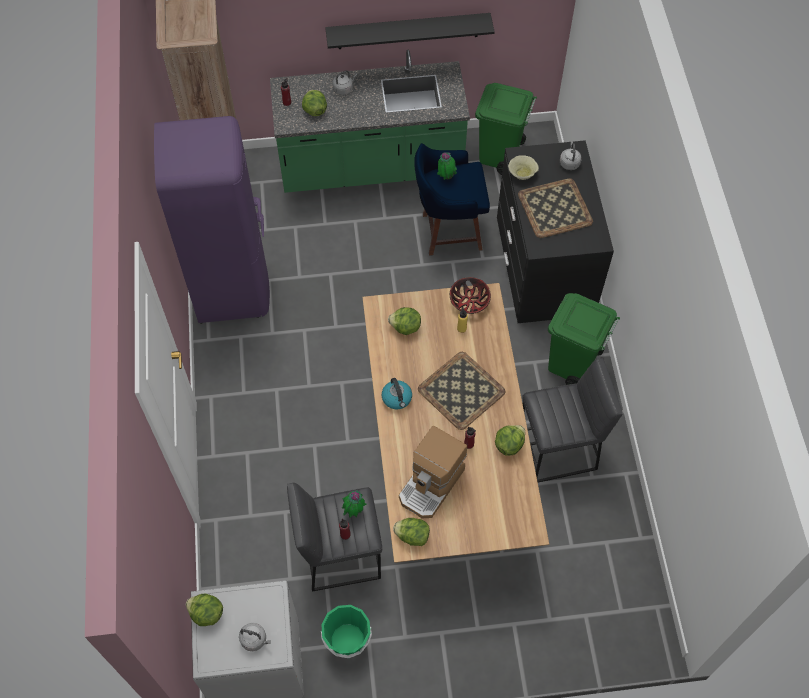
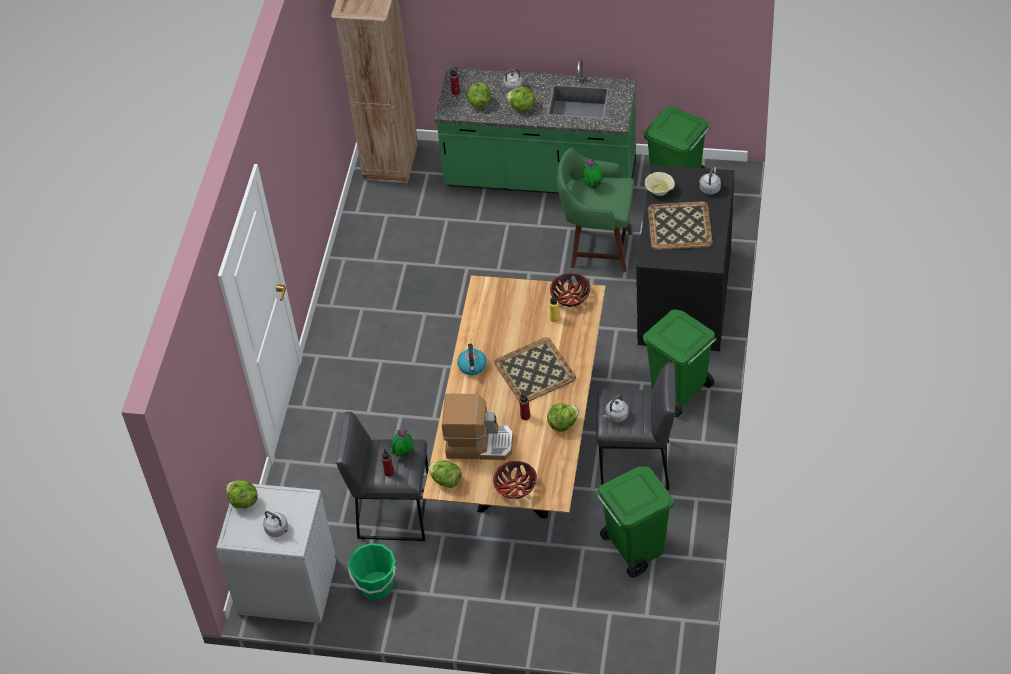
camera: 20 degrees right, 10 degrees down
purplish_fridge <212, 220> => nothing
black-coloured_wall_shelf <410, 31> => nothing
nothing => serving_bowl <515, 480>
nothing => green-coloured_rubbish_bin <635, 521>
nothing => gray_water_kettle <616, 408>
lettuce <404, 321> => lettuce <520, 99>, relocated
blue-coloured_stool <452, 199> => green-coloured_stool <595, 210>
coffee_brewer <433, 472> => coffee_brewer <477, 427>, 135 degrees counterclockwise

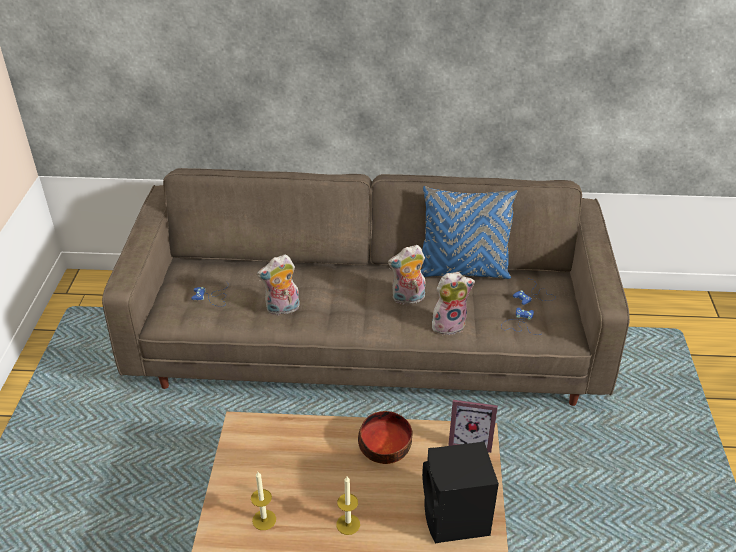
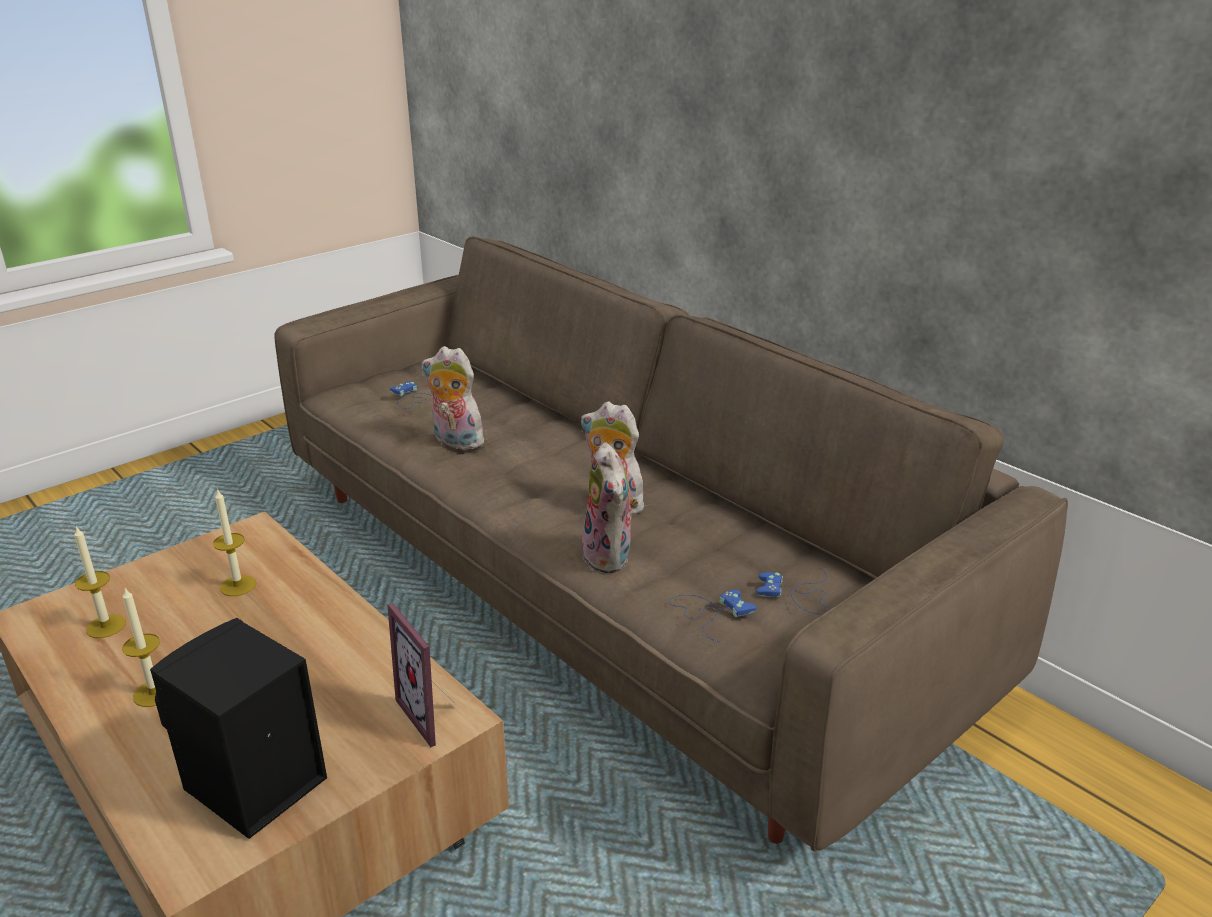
camera: 45 degrees right, 10 degrees down
serving_bowl <385, 437> => nothing
blue-coloured_cushion <469, 232> => nothing
nothing => wax_light <234, 542>
cuddly_toy <453, 304> => cuddly_toy <610, 507>, 45 degrees clockwise

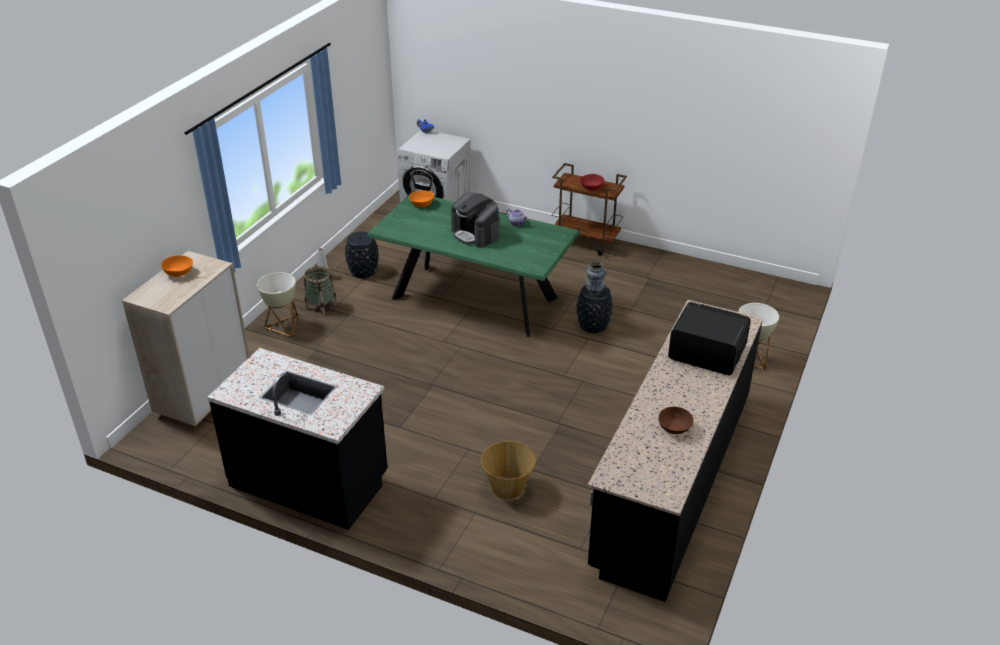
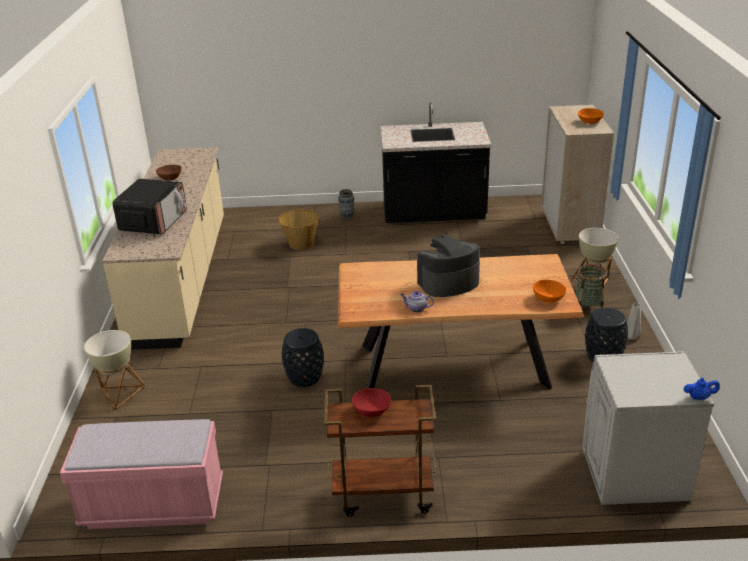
camera: 155 degrees right, 5 degrees down
nothing => pinkish_long_seat <141, 474>
decorative_vase <596, 278> => decorative_vase <346, 203>, relocated
green-coloured_dinner_table <473, 264> => brown-coloured_dinner_table <461, 322>
black-coloured_counter <675, 451> => sand-coloured_counter <163, 248>
coffee_brewer <475, 220> => coffee_brewer <448, 266>, 45 degrees counterclockwise
microwave <709, 338> => microwave <149, 206>, 75 degrees counterclockwise

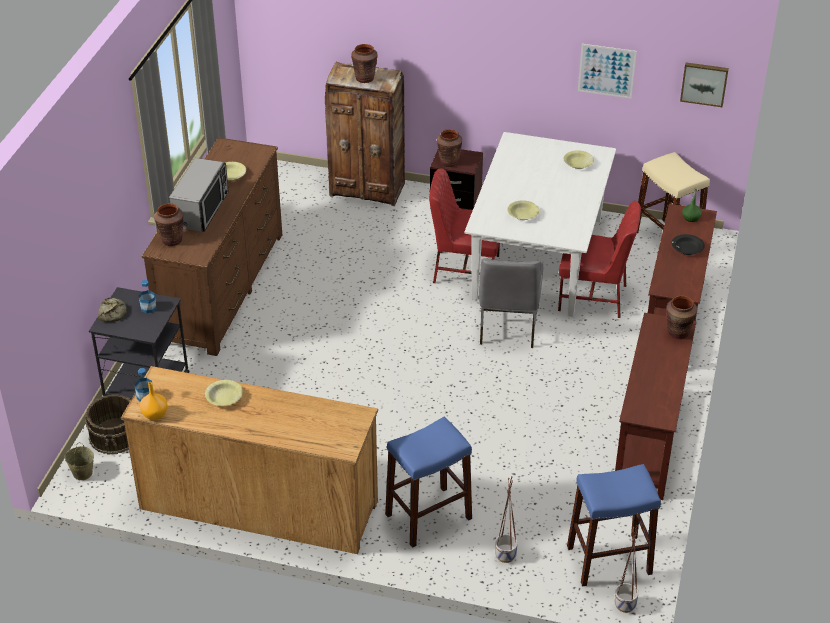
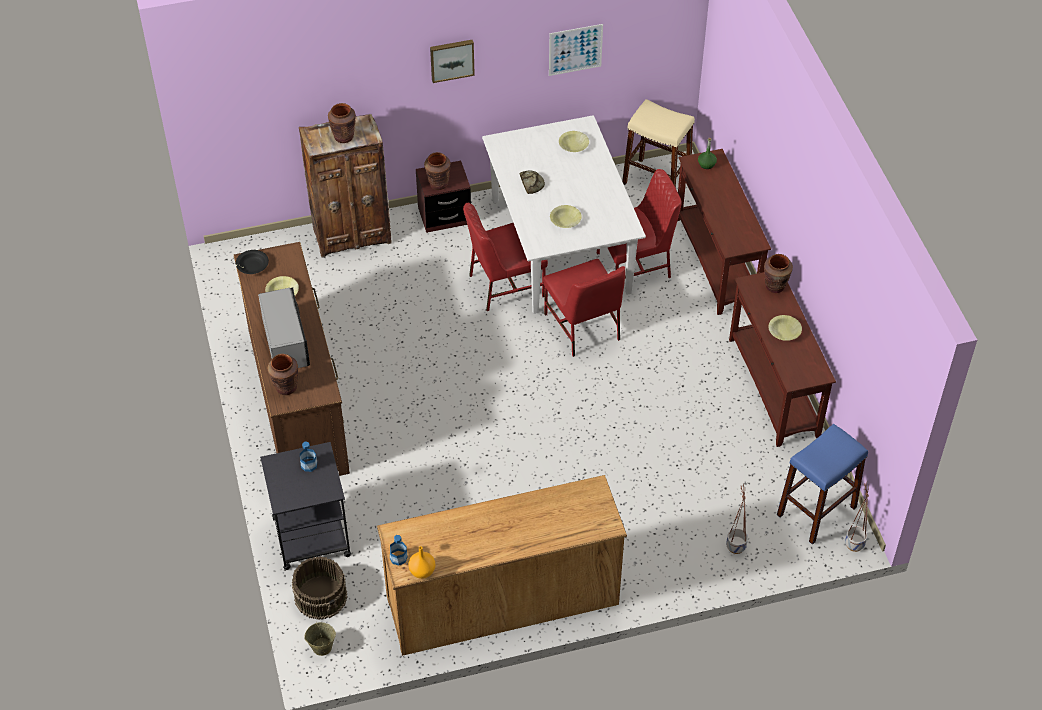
camera: 30 degrees left, 10 degrees up
blue-coloured_stool <428, 482> => nothing
bakery_bread <112, 310> => bakery_bread <532, 182>, relocated
yellow_serving_bowl <224, 393> => yellow_serving_bowl <785, 328>, relocated
black-coloured_serving_bowl <688, 244> => black-coloured_serving_bowl <252, 262>, relocated
wall_art <704, 84> => wall_art <452, 61>, relocated
gray_chair <511, 303> => reddish_chair <584, 308>

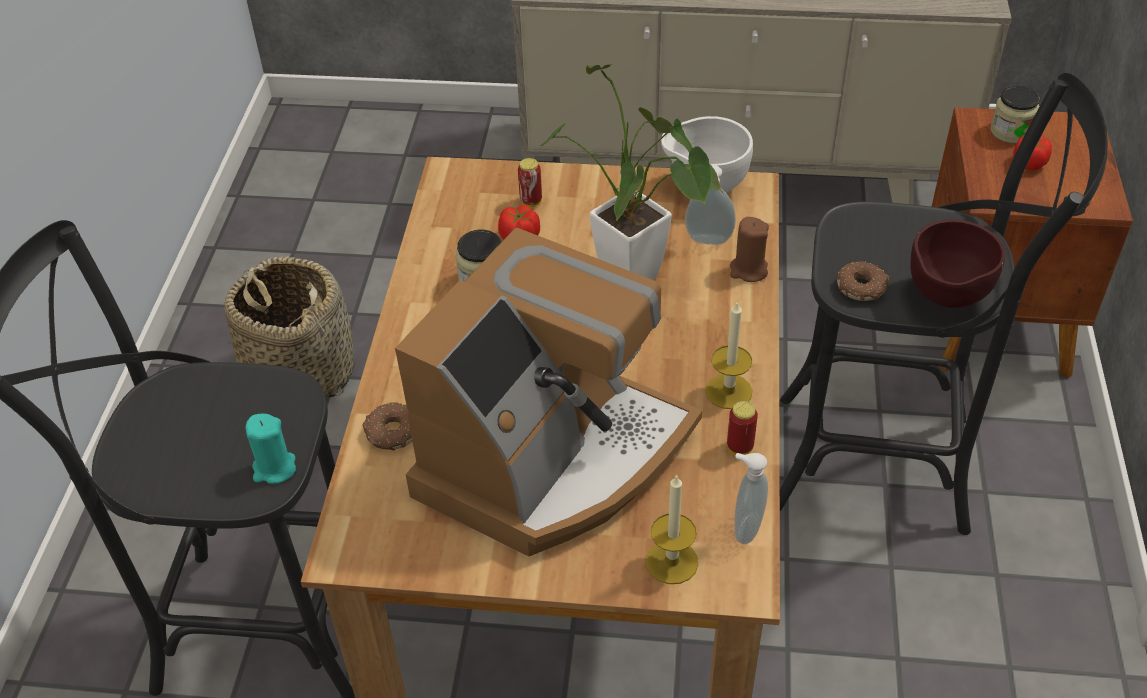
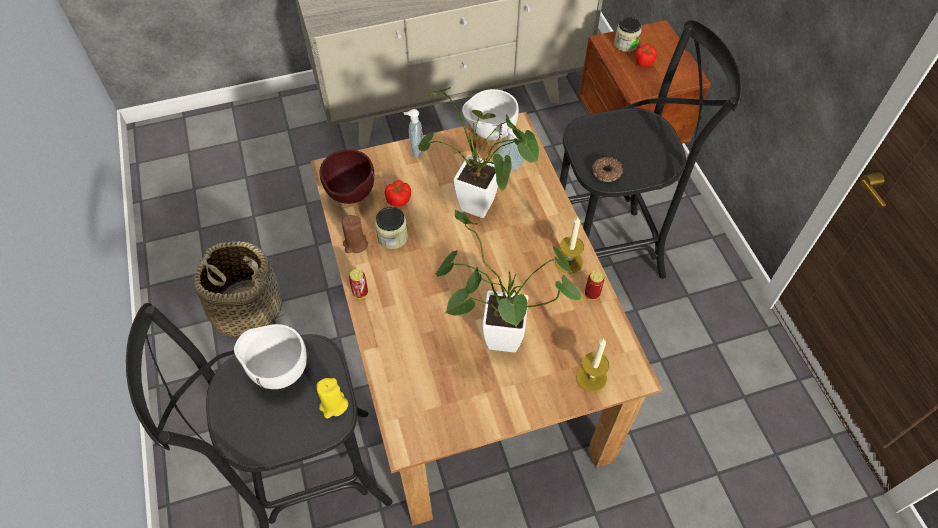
camera: 25 degrees left, 10 degrees up
doughnut <387, 426> => nothing
nothing => white-coloured_serving_bowl <270, 356>
can <530, 182> => can <358, 284>, relocated
brown-coloured_wax_light <749, 249> => brown-coloured_wax_light <355, 234>, relocated
soap_dispenser <751, 498> => soap_dispenser <413, 133>, relocated
brown-coloured_serving_bowl <957, 263> => brown-coloured_serving_bowl <347, 176>, relocated
coffee_brewer <548, 392> => plant_in_a_pot <508, 281>
blue-green_wax_light <271, 448> => yellow_wax_light <332, 398>

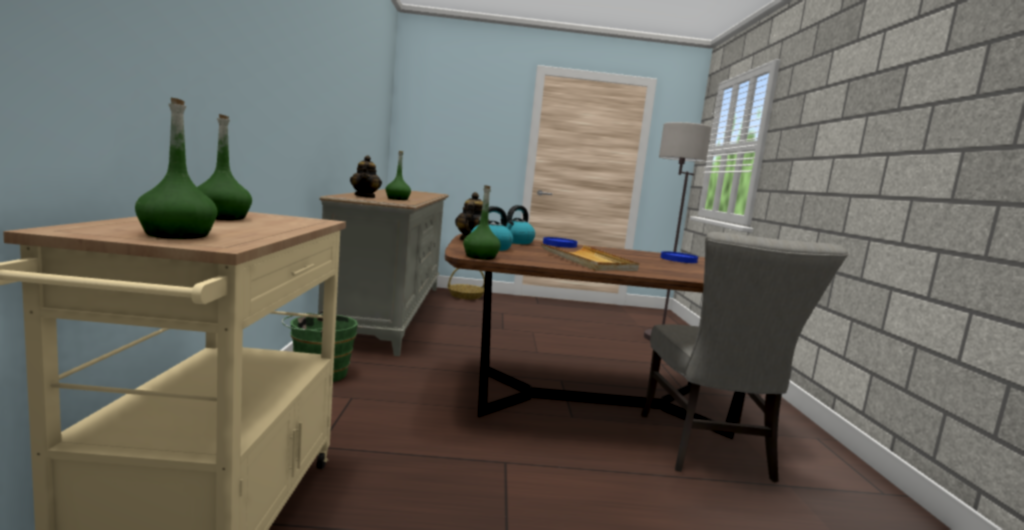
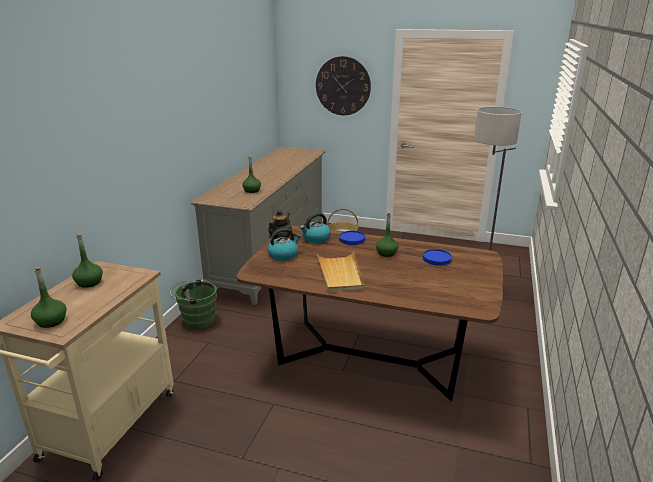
camera: 20 degrees right, 15 degrees up
tea_pot <366, 176> => nothing
gray_chair <744, 357> => nothing
nothing => clock_on_the_wall <343, 85>
green-coloured_beverage_bottle <482, 222> => green-coloured_beverage_bottle <387, 235>, relocated

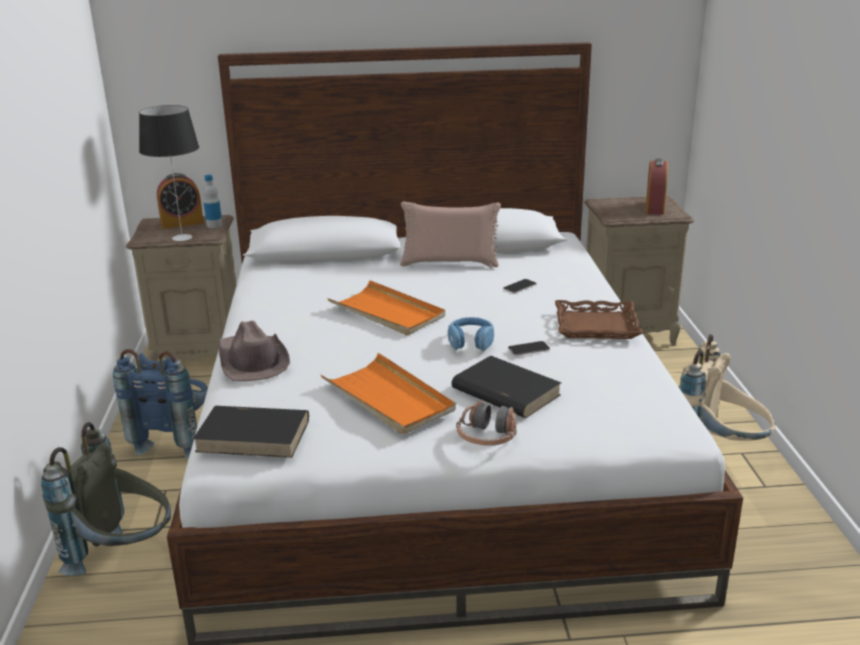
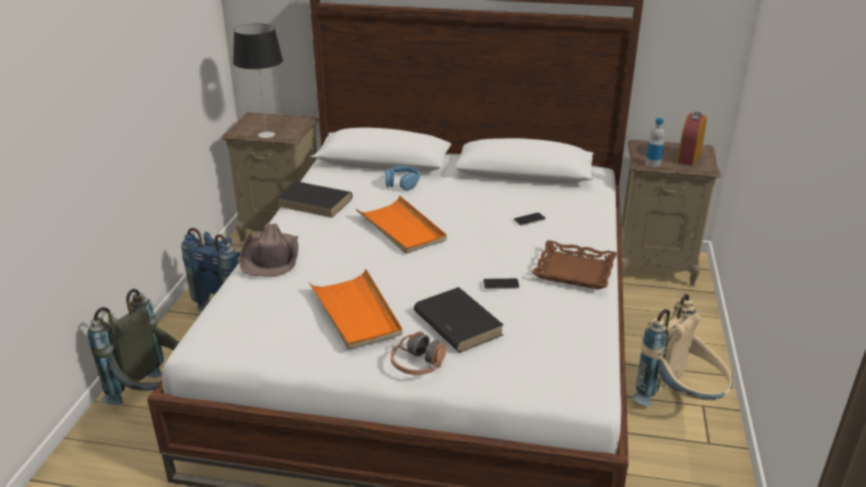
camera: 15 degrees right, 5 degrees up
table_clock <180, 201> => nothing
sand-coloured_cushion <450, 234> => nothing
black-coloured_volume <251, 432> => black-coloured_volume <314, 200>, relocated
beverage_bottle <212, 201> => beverage_bottle <654, 142>, relocated
blue-coloured_pair_of_headphones <471, 334> => blue-coloured_pair_of_headphones <403, 178>, relocated

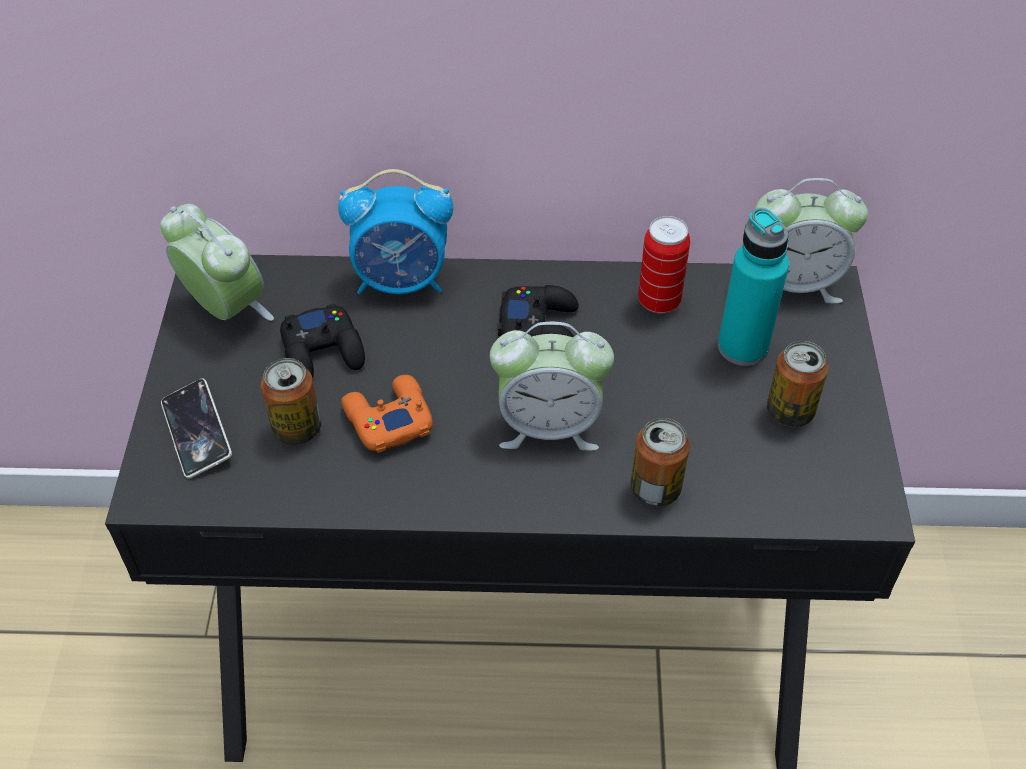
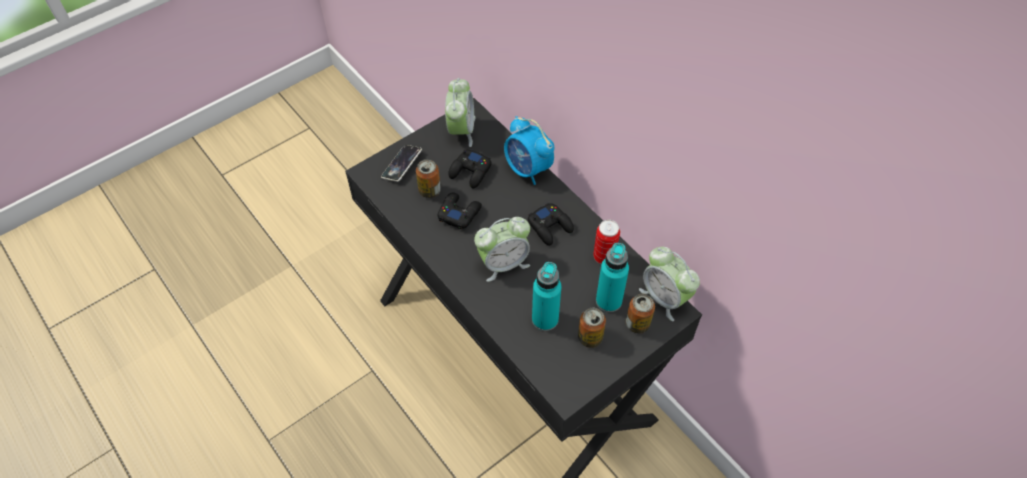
camera: 50 degrees right, 5 degrees up
nothing => blue-green_beverage_bottle <546, 296>
can <660, 462> => can <640, 314>, relocated
orangey_game_controller <387, 414> => black-coloured_game_controller <460, 211>
table_clock <552, 386> => table_clock <502, 249>, 75 degrees counterclockwise

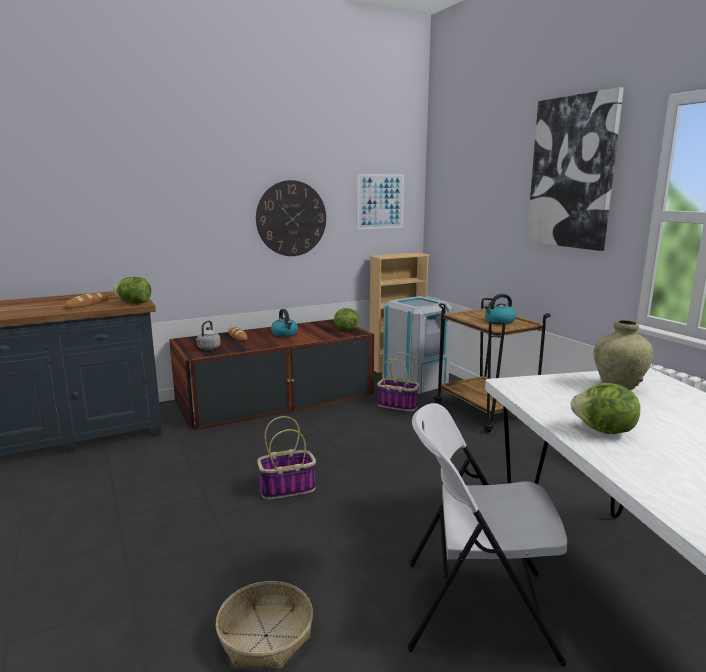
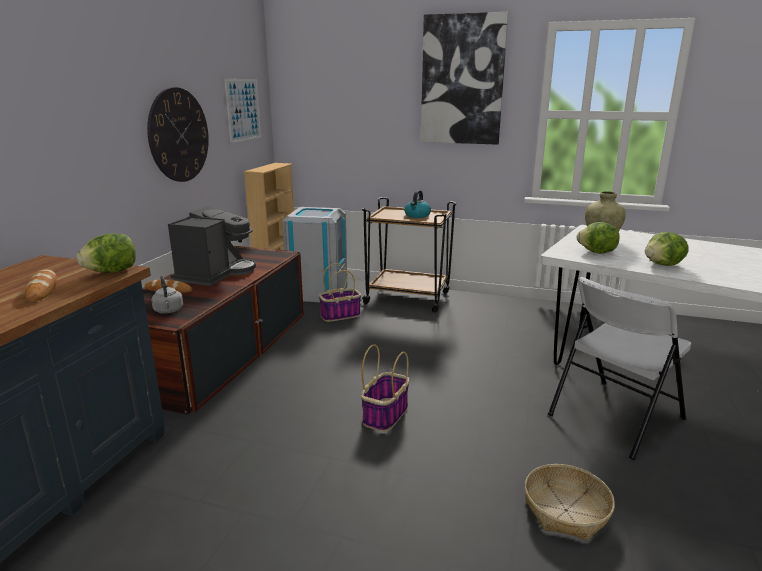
camera: 45 degrees left, 5 degrees up
lettuce <346, 319> => lettuce <598, 238>, relocated
water_kettle <284, 323> => coffee_brewer <212, 246>

